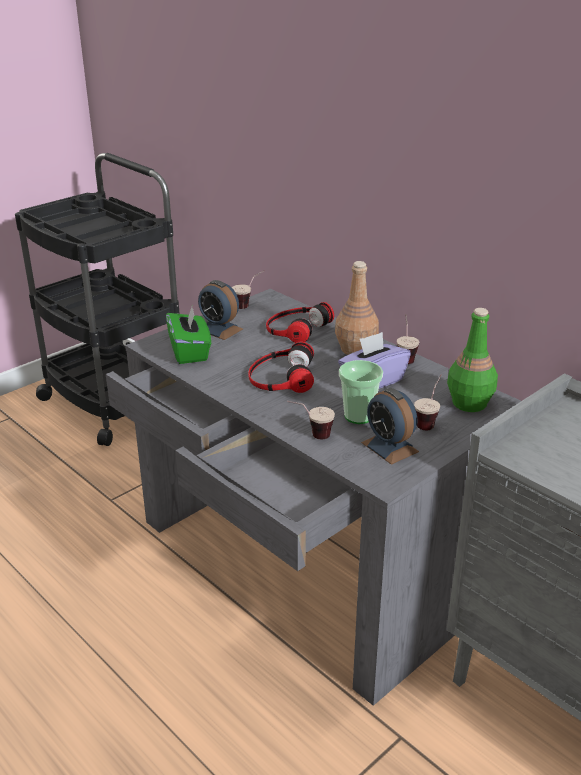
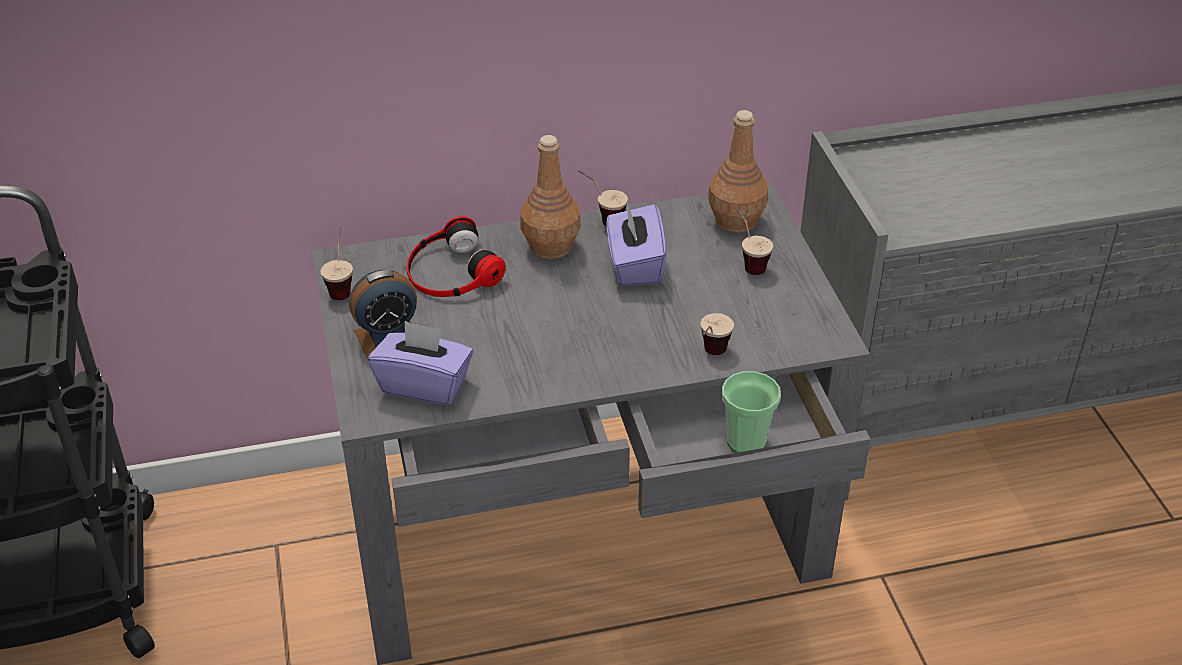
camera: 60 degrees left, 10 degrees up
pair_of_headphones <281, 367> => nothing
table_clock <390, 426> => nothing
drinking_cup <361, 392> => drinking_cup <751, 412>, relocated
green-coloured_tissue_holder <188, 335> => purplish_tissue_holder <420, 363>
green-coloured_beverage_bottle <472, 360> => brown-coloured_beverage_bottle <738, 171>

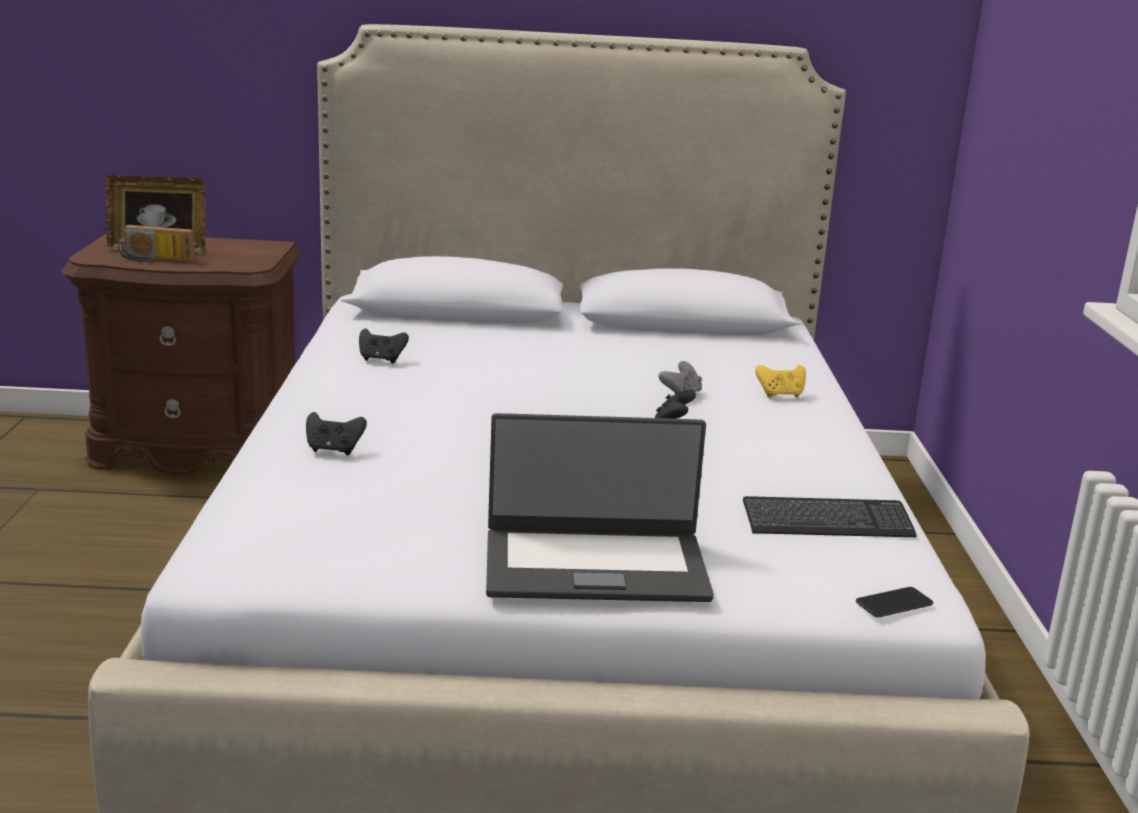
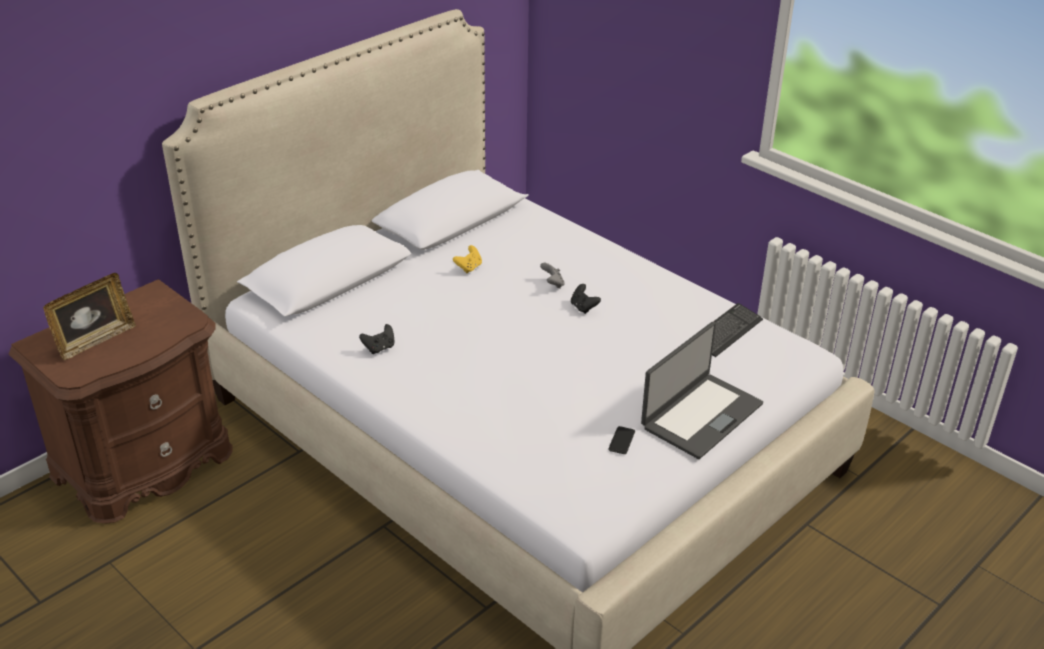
camera: 45 degrees left, 15 degrees up
radio_receiver <156, 243> => nothing
black-coloured_game_controller <336, 433> => nothing
yellow_game_controller <780, 381> => yellow_game_controller <467, 259>, relocated
phone <894, 602> => phone <621, 440>, relocated

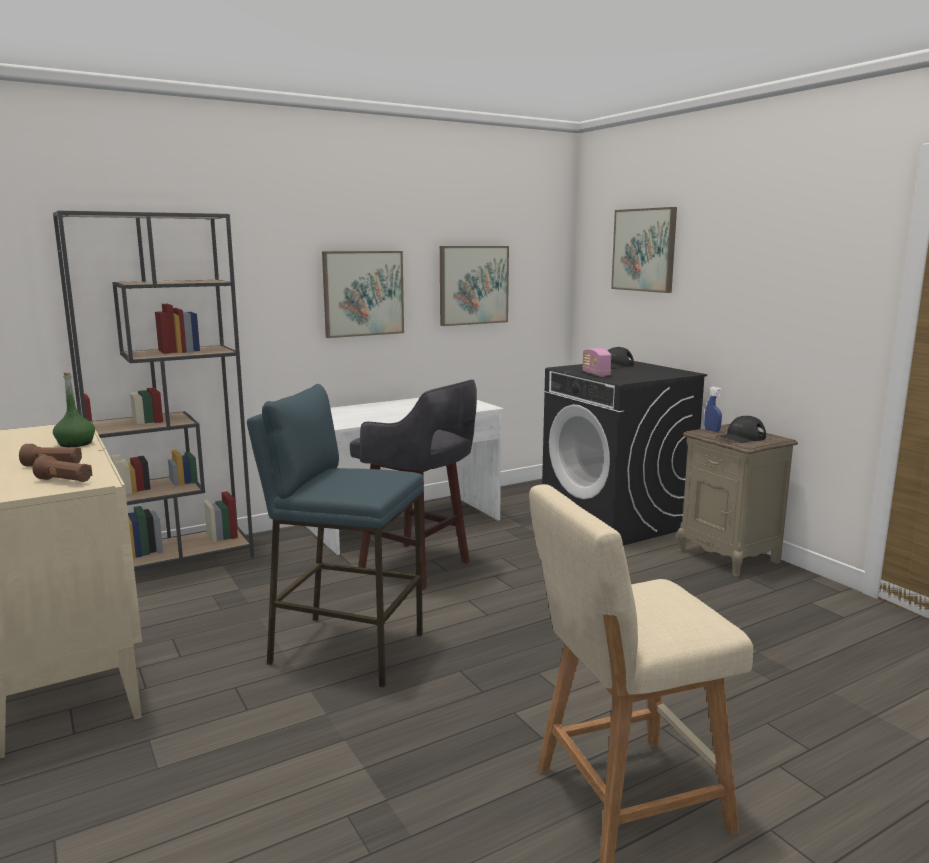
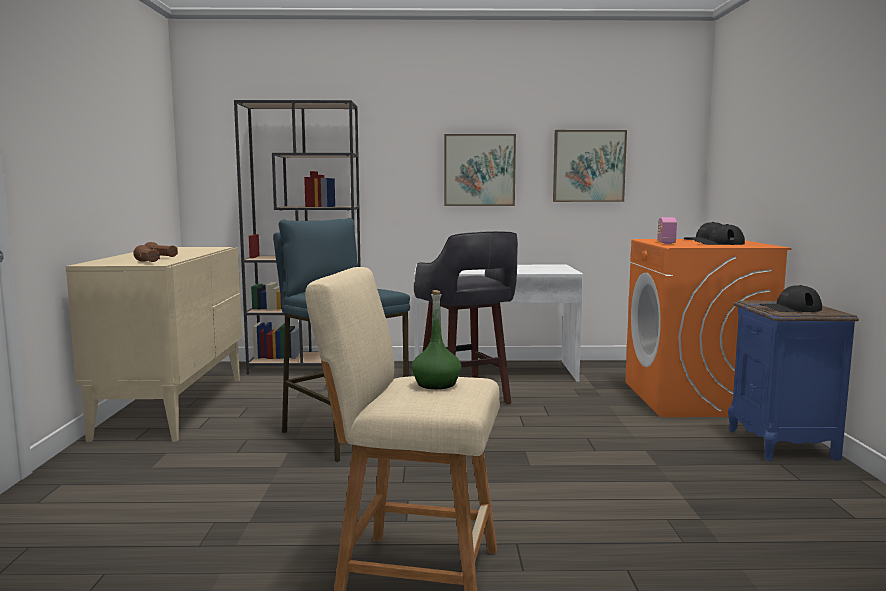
camera: 30 degrees right, 5 degrees down
wall_art <644, 250> => nothing
blue-coloured_hand_sprayer <713, 409> => nothing
nothing => black-coloured_baseball_cap <719, 234>
green-coloured_beverage_bottle <74, 409> => green-coloured_beverage_bottle <436, 339>, relocated
black-coloured_laundry_machine <624, 453> => orangey_laundry_machine <708, 328>
sand-coloured_bedside_table <737, 500> => blue-coloured_bedside_table <793, 381>

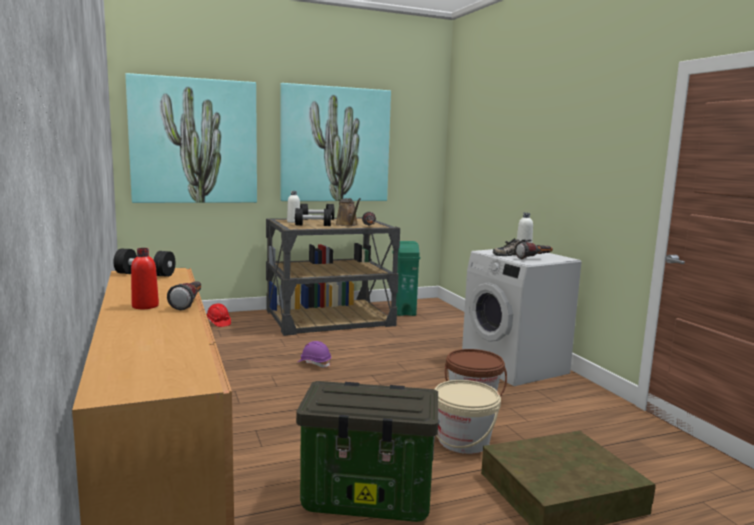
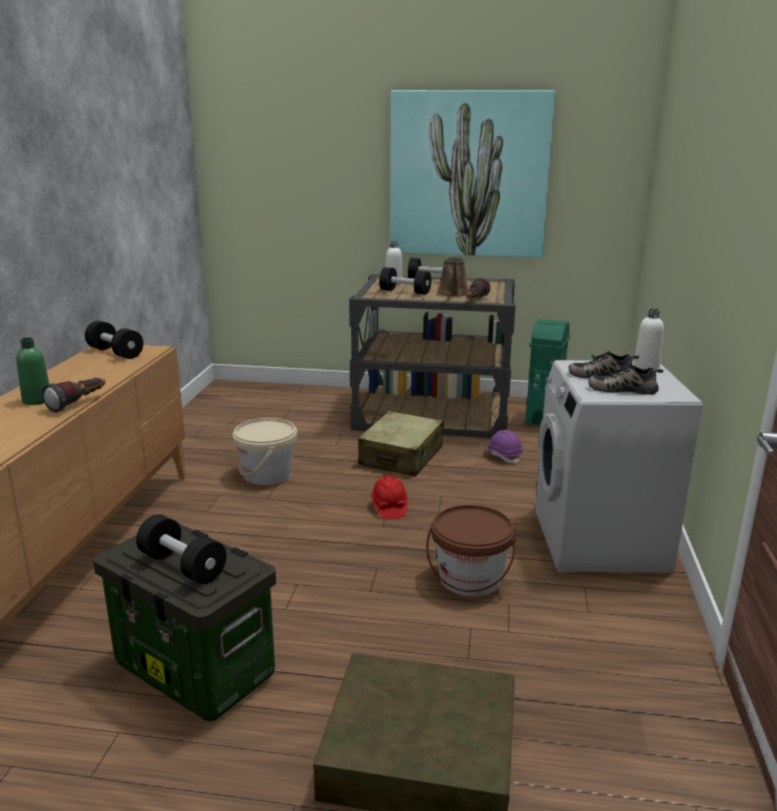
camera: 30 degrees right, 10 degrees up
wall_art <191, 138> => nothing
nothing => black-coloured_hand_weight <181, 549>
nothing => sand-coloured_suitcase <400, 444>
reddish_safety_helmet <219, 315> => reddish_safety_helmet <389, 497>, relocated
purplish_safety_helmet <314, 354> => purplish_safety_helmet <504, 447>, relocated
sand-coloured_bucket <467, 417> => sand-coloured_bucket <265, 451>, relocated
hand_torch <534, 250> => low_shoe <625, 379>
reddish_beverage_bottle <145, 278> => green-coloured_beverage_bottle <32, 371>

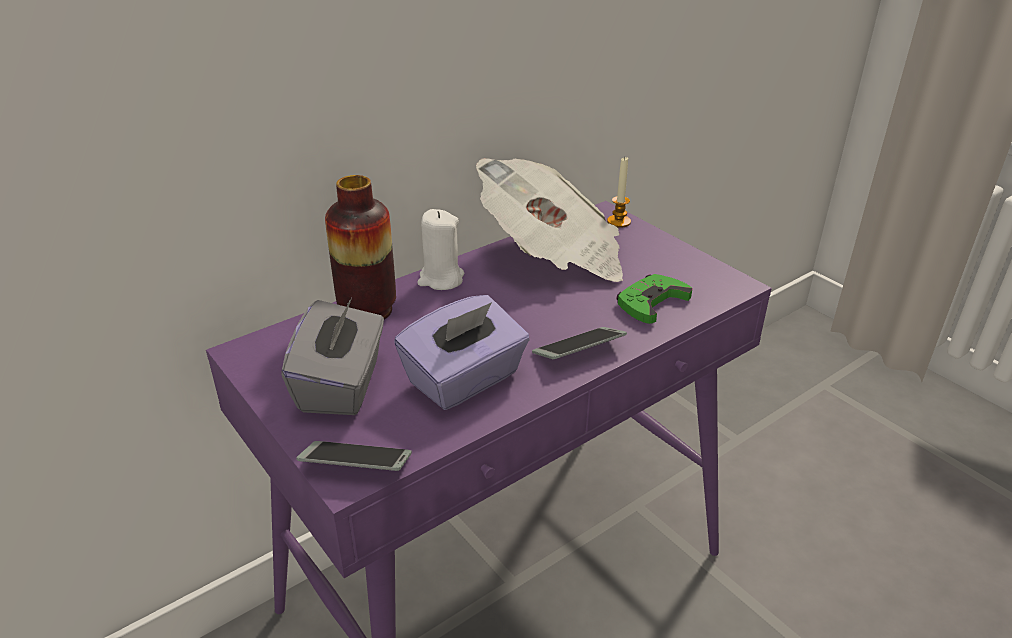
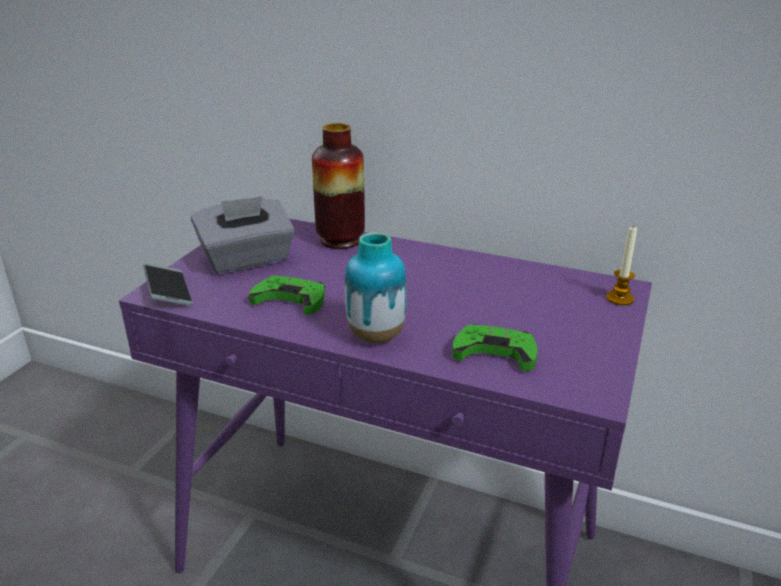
camera: 60 degrees right, 5 degrees down
white-coloured_wax_light <440, 249> => nothing
printed_paper <549, 220> => nothing
purplish_tissue_holder <462, 352> => green-coloured_game_controller <287, 295>
phone <579, 343> => decorative_vase <376, 287>

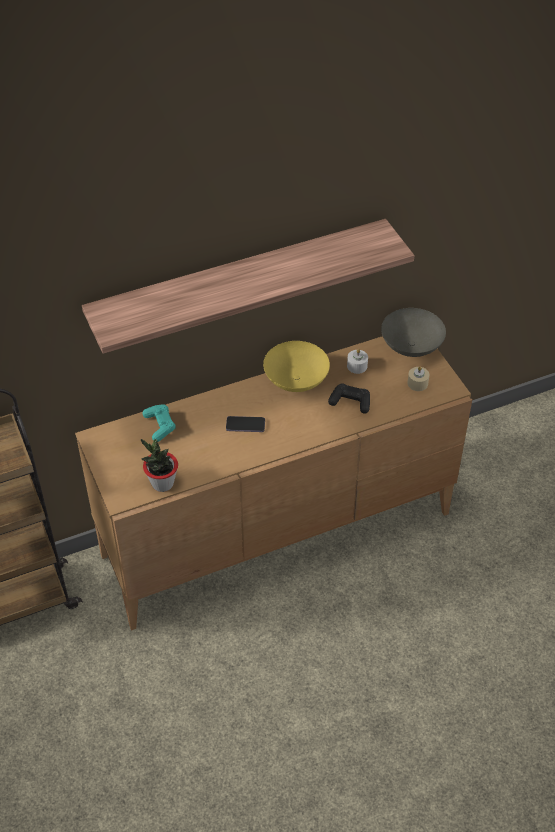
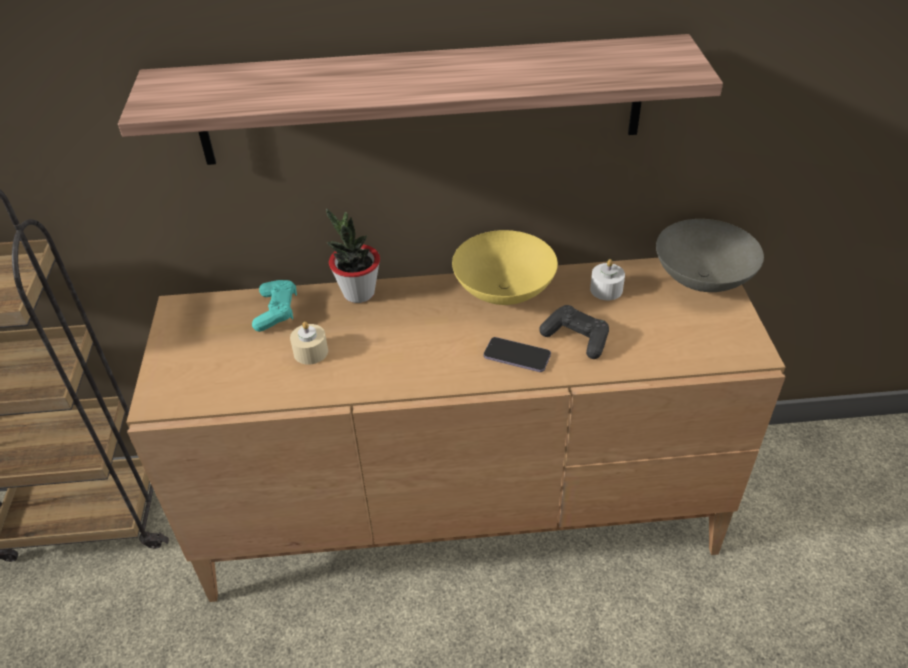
camera: 20 degrees right, 5 degrees down
plant_in_a_pot <159, 465> => plant_in_a_pot <353, 256>, relocated
phone <245, 424> => phone <517, 354>, relocated
sand-coloured_wax_light <418, 378> => sand-coloured_wax_light <309, 343>, relocated

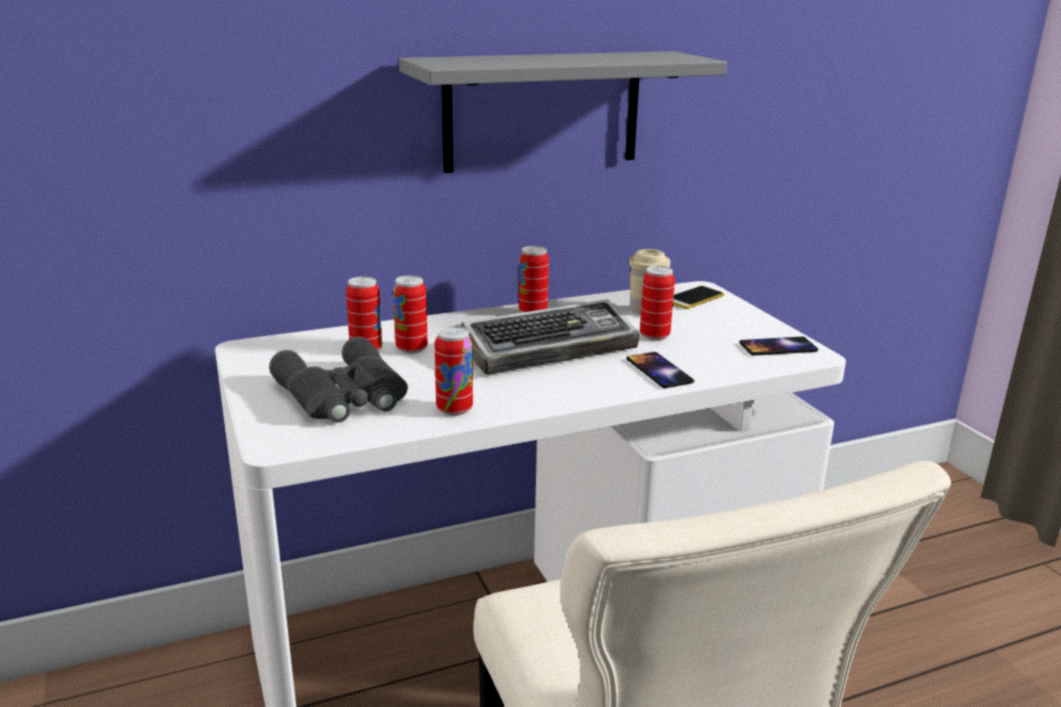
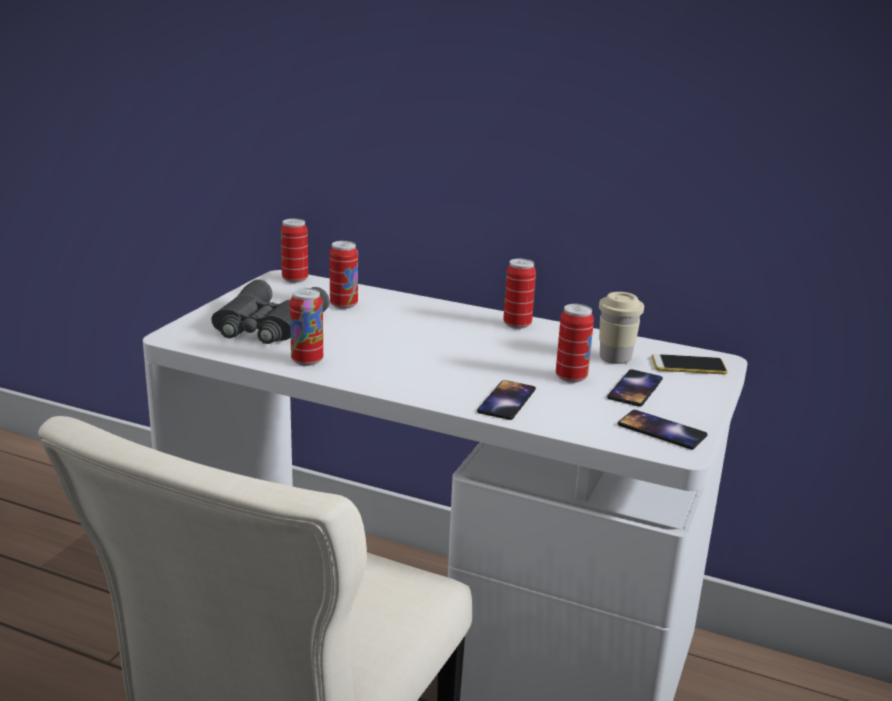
camera: 45 degrees right, 0 degrees up
gray_wall_shelf <563, 112> => nothing
PC_keyboard <547, 337> => nothing
nothing => phone <635, 388>
can <410, 314> => can <294, 251>, relocated

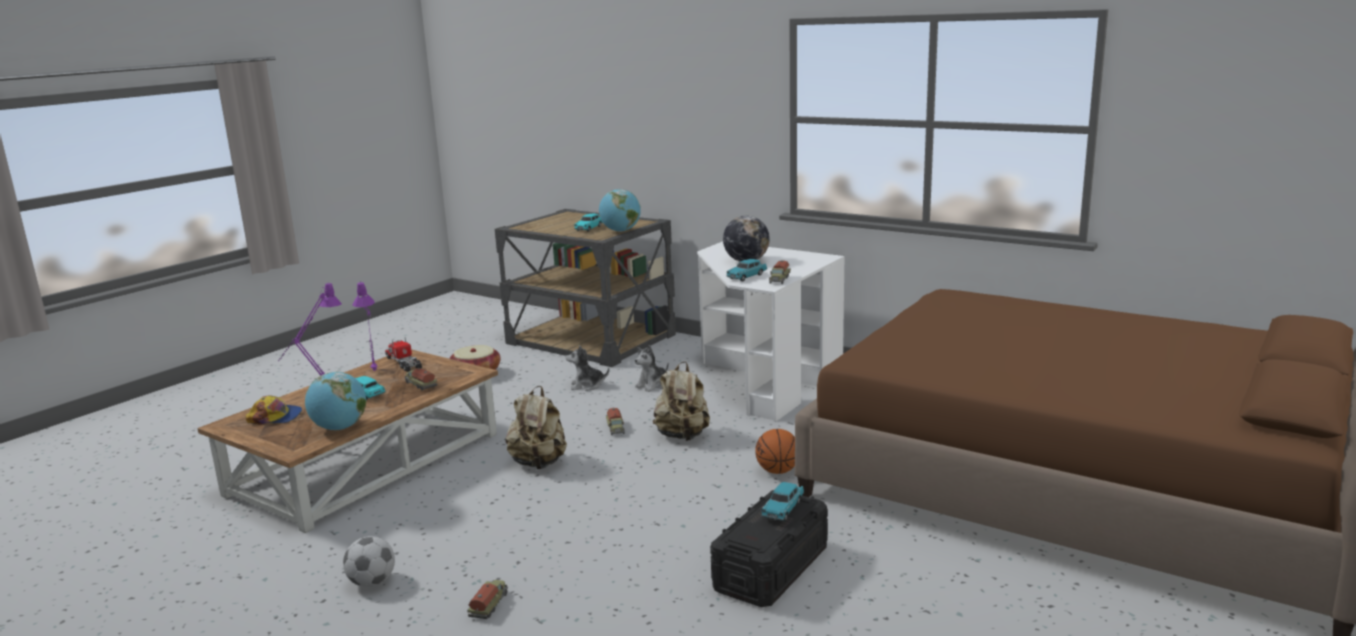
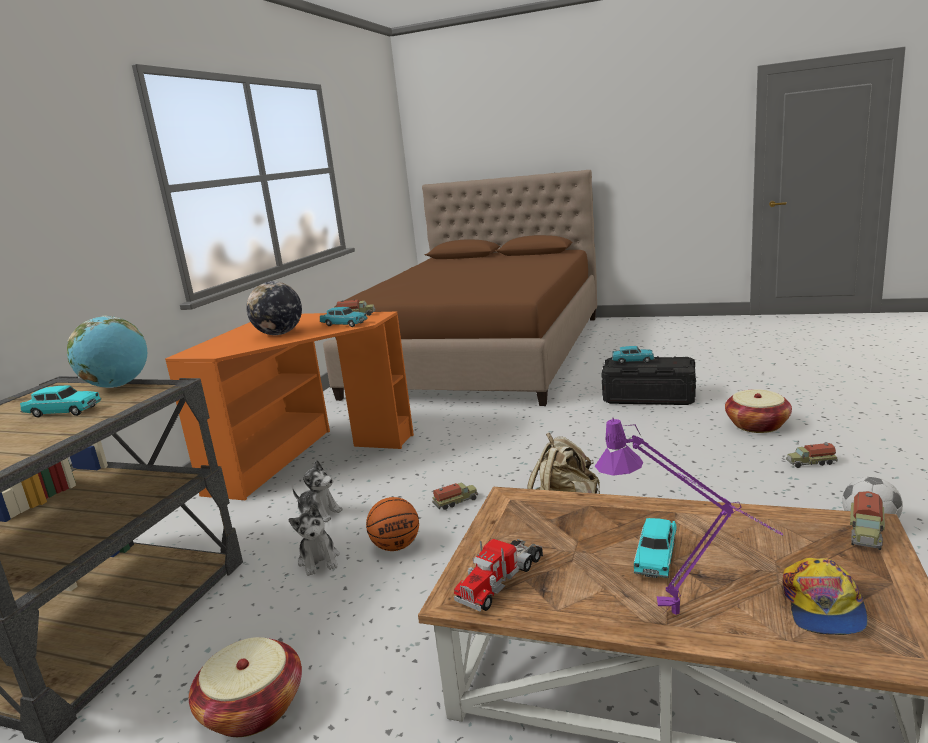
camera: 105 degrees left, 0 degrees up
desk_globe <335, 401> => nothing
purplish_lamp_for_a_table <364, 326> => nothing
sand-coloured_backpack <681, 401> => nothing
nothing => basket <758, 411>
model_truck <421, 379> => model_truck <867, 520>, relocated
ball_for_basketball <775, 451> => ball_for_basketball <392, 524>, relocated
white-coloured_desk_table <770, 331> => orangey_desk_table <289, 406>
baseball_cap <273, 410> => baseball_cap <825, 596>, 150 degrees counterclockwise

